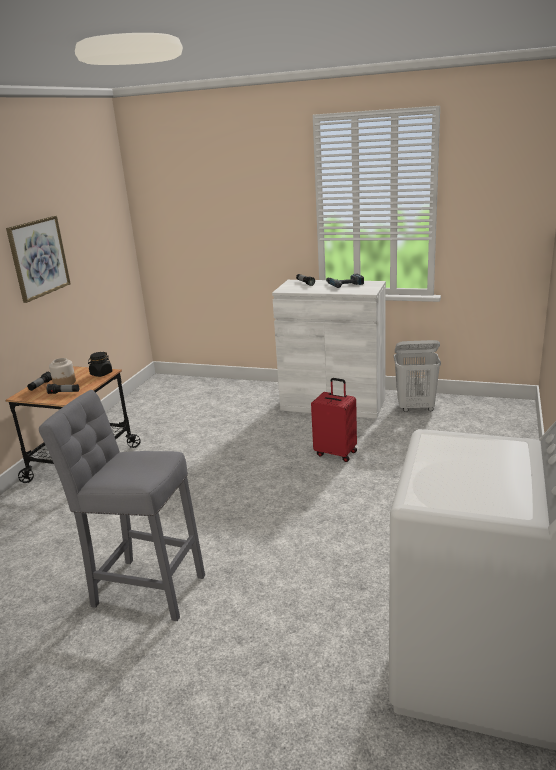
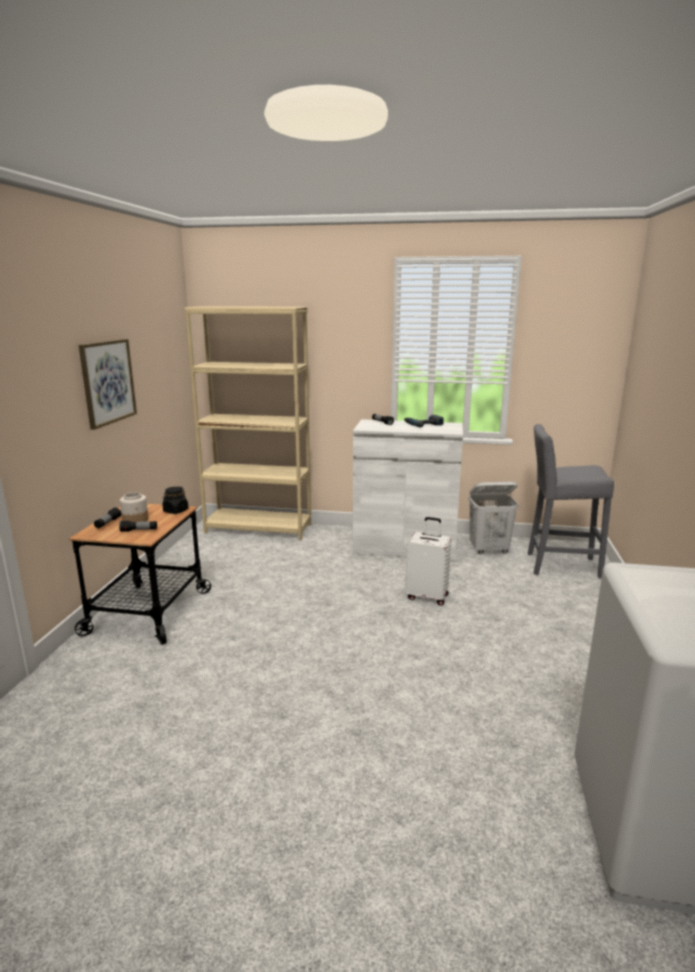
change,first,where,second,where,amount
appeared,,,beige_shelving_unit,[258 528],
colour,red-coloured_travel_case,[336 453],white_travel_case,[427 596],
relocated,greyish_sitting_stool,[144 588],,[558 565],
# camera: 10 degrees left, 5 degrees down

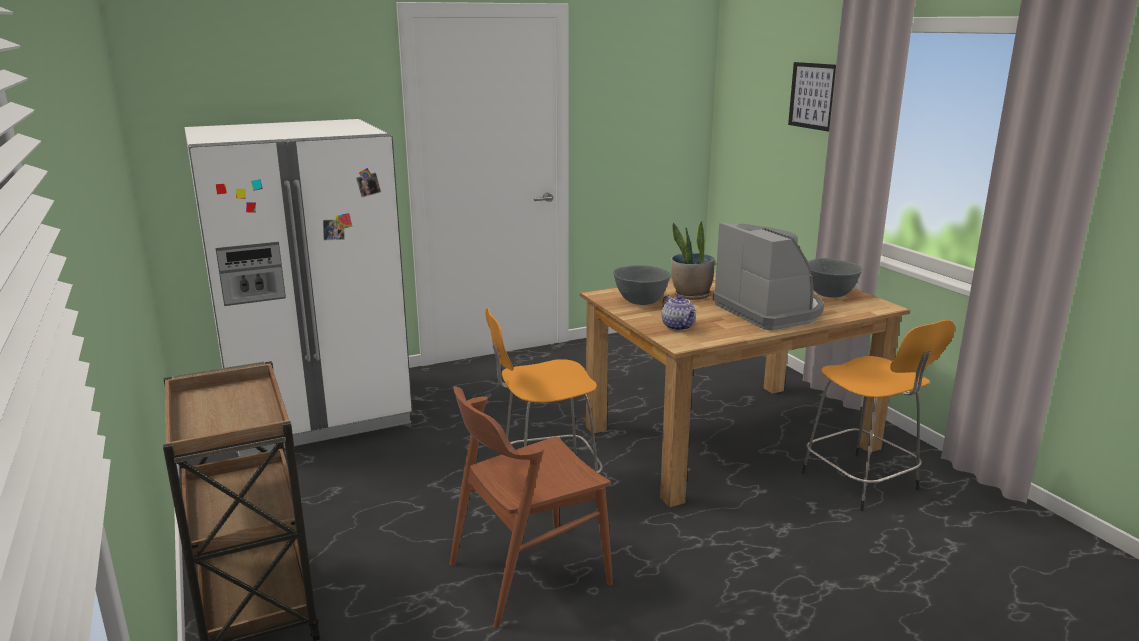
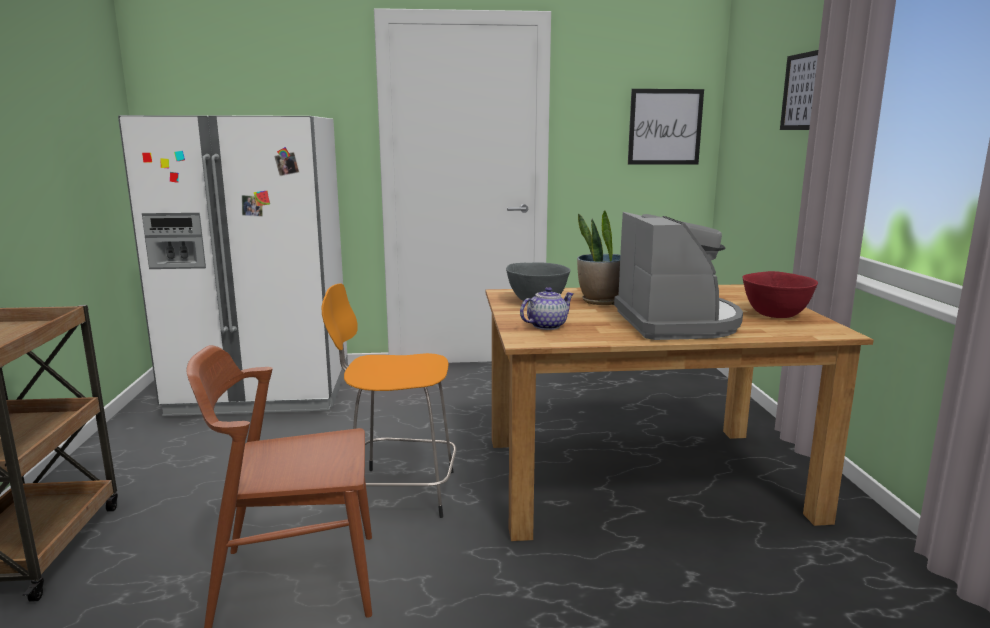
change,first,where,second,where,amount
spun,teapot,[679 327],,[546 326],120 degrees counterclockwise
appeared,,,wall_art,[665 127],
colour,greyish_bowl,[829 294],red-coloured_bowl,[775 314],
missing,orange_sitting_stool,[862 483],,,
# camera: 20 degrees right, 5 degrees down

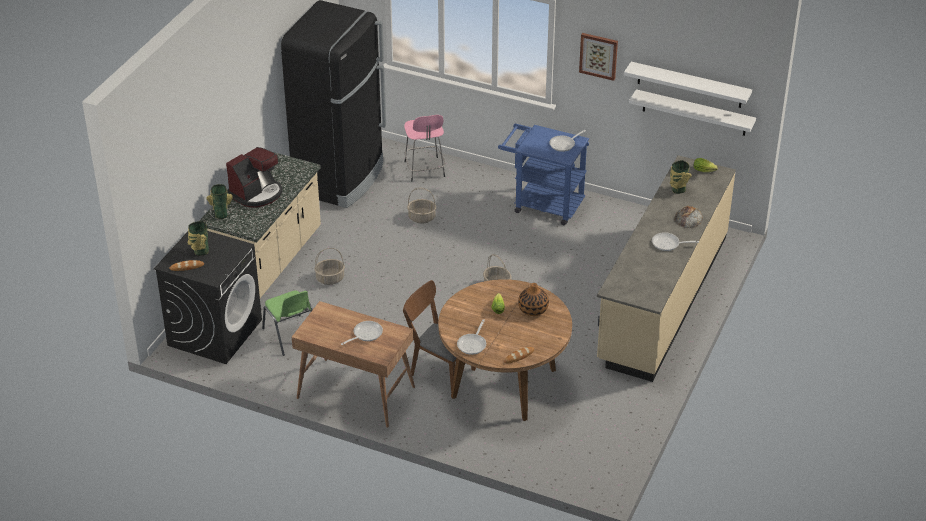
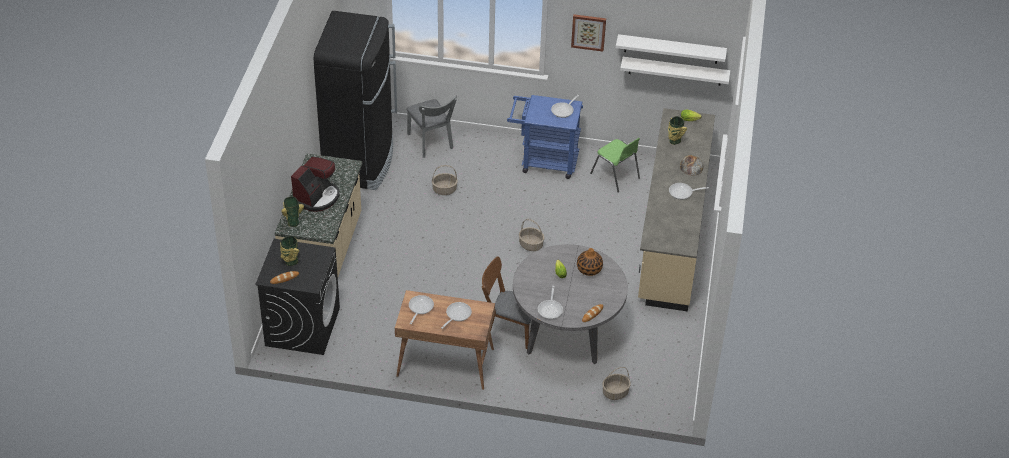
change,first,where,second,where,amount
exchanged,pinkish_sitting_stool,[425 170],greyish_plain_chair,[431 143],
appeared,,,frying_pan,[420 308],
colour,brown_dinner_table,[503 383],greyish_dinner_table,[566 333],
relocated,green_plain_chair,[291 336],,[615 176],
relocated,basket,[330 279],,[615 393],
# camera: 15 degrees left, 5 degrees up

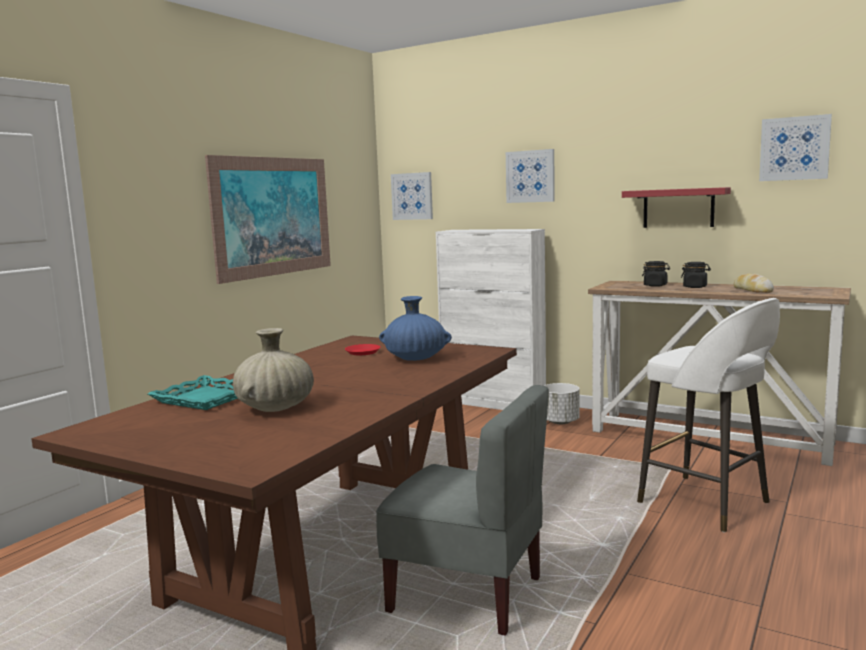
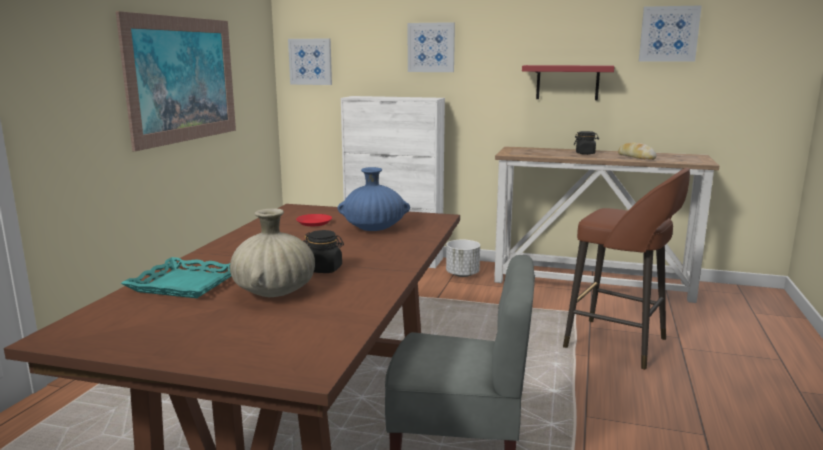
change,first,where,second,where,amount
relocated,blackish_preserve_jar,[655 285],,[323 269],
colour,white_sitting_stool,[706 504],brown_sitting_stool,[618 344],
# camera: 15 degrees left, 5 degrees up

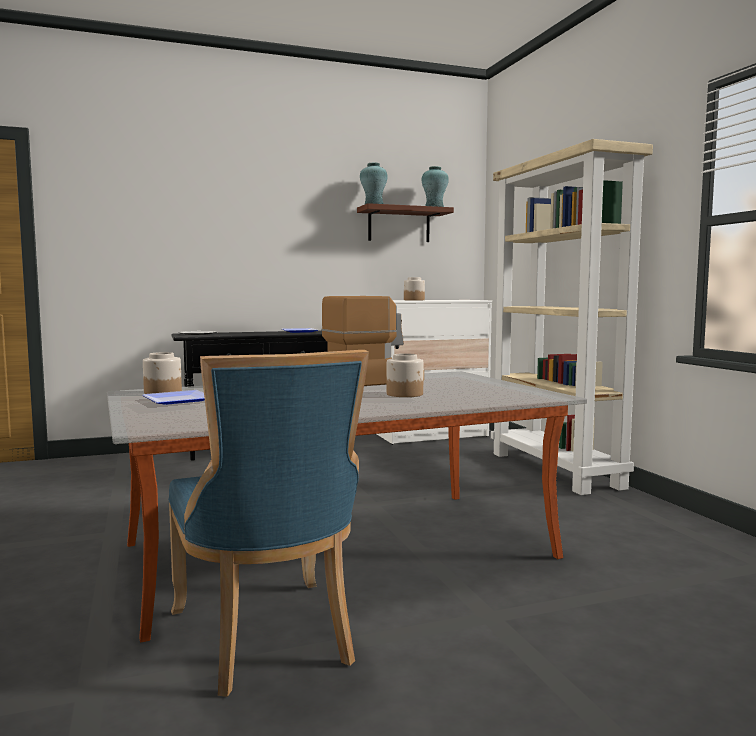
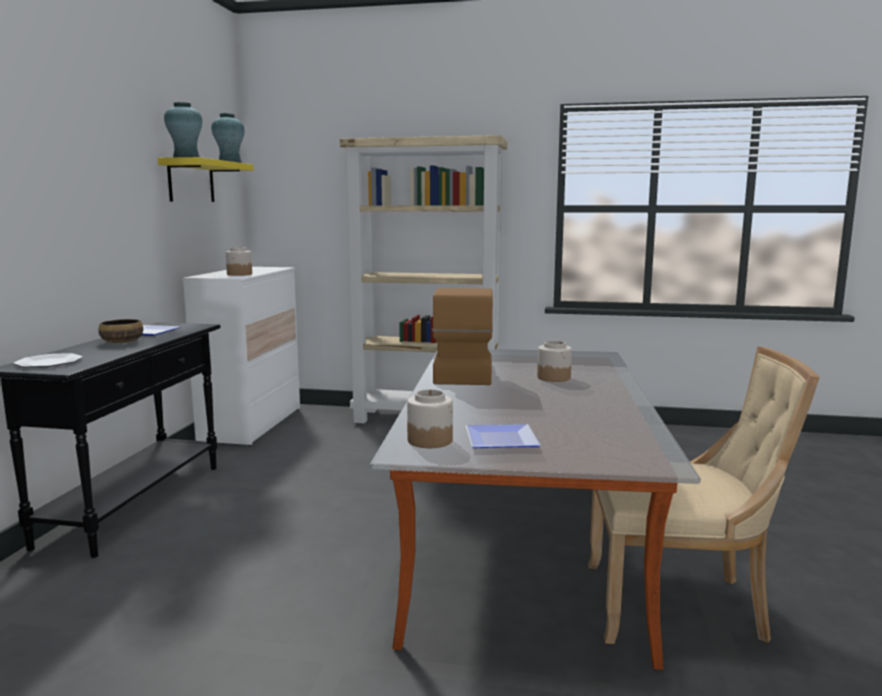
change,first,where,second,where,amount
appeared,,,bowl,[122 342],
colour,brown_bracket_shelf,[399 225],yellowish_bracket_shelf,[191 181],
colour,bluish_plain_chair,[267 638],beige_plain_chair,[680 605],
# camera: 60 degrees left, 5 degrees up

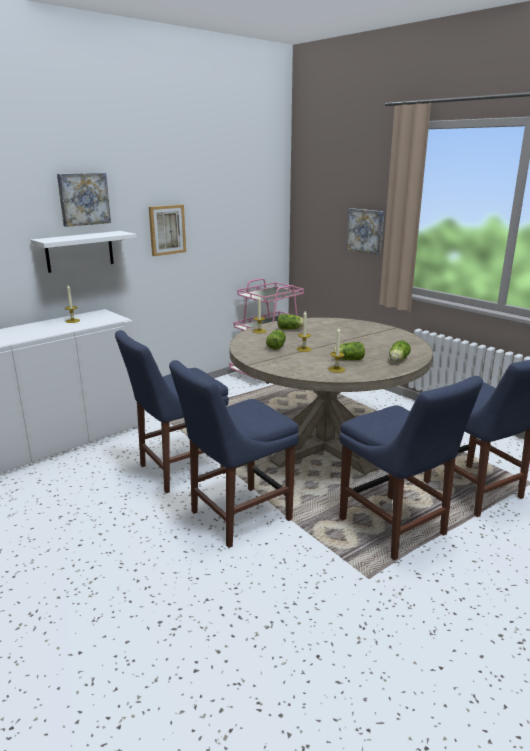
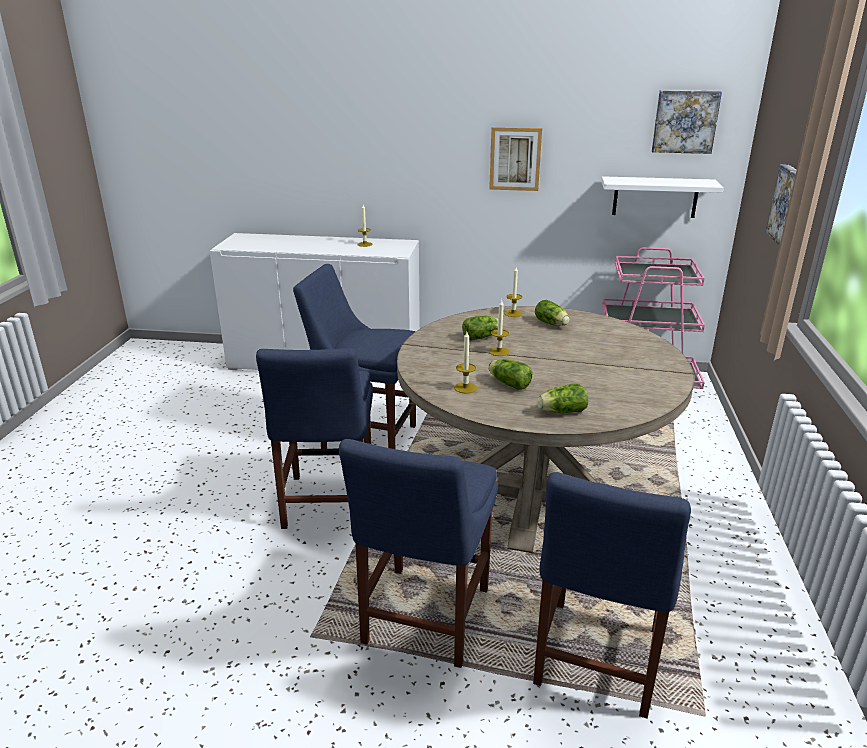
change,first,where,second,where,amount
spun,bluish_plain_chair,[236 517],,[327 504],105 degrees counterclockwise
relocated,white_bracket_shelf,[79 251],,[655 197],
relocated,wall_art,[83 199],,[685 121],
# camera: 50 degrees right, 5 degrees up

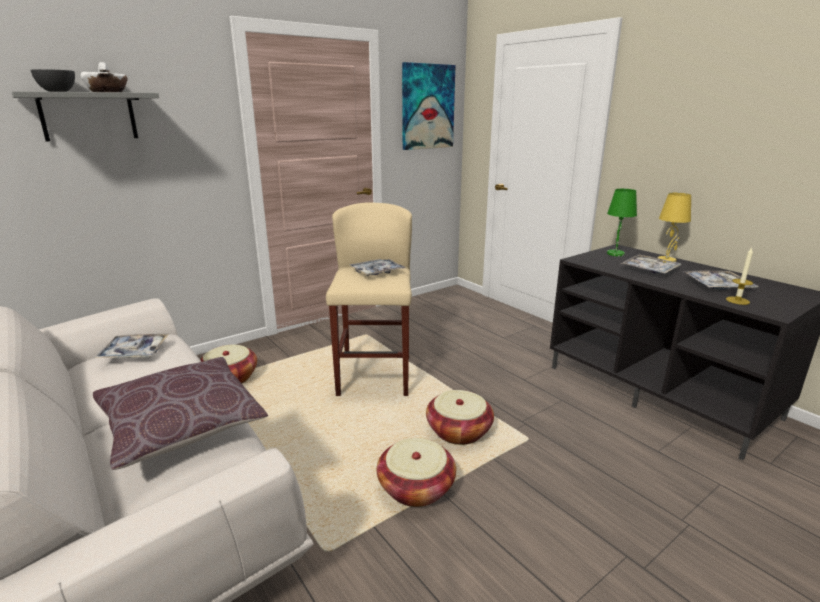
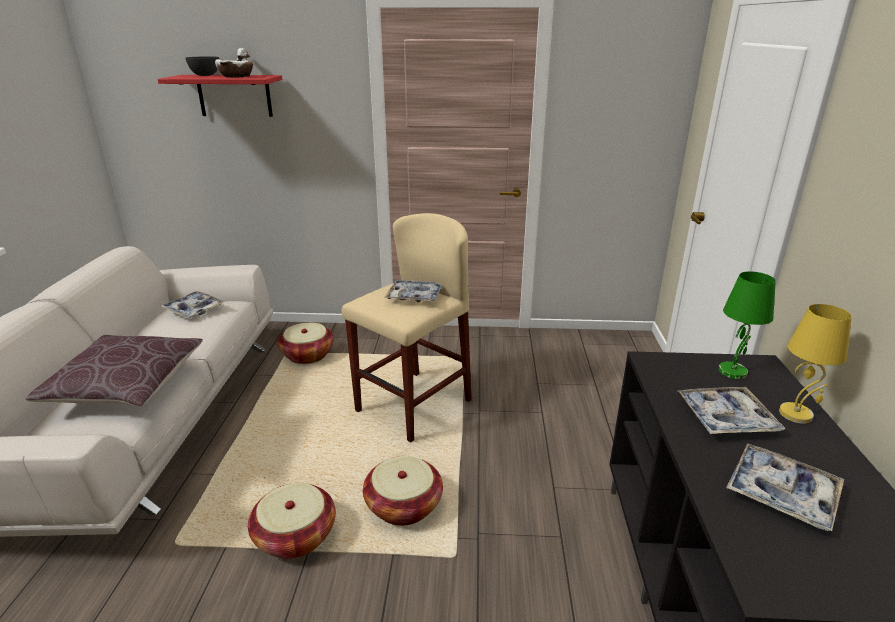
change,first,where,second,where,amount
colour,greyish_bracket_shelf,[88 116],red-coloured_bracket_shelf,[234 95],
missing,wall_art,[427 107],,,
missing,candle,[737 300],,,
# camera: 40 degrees right, 5 degrees up

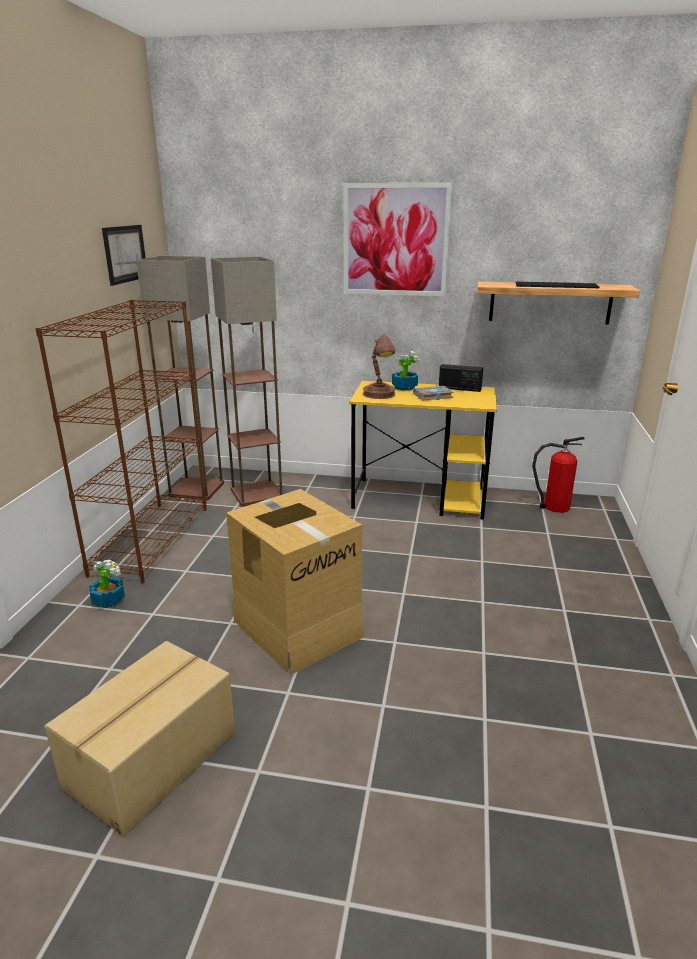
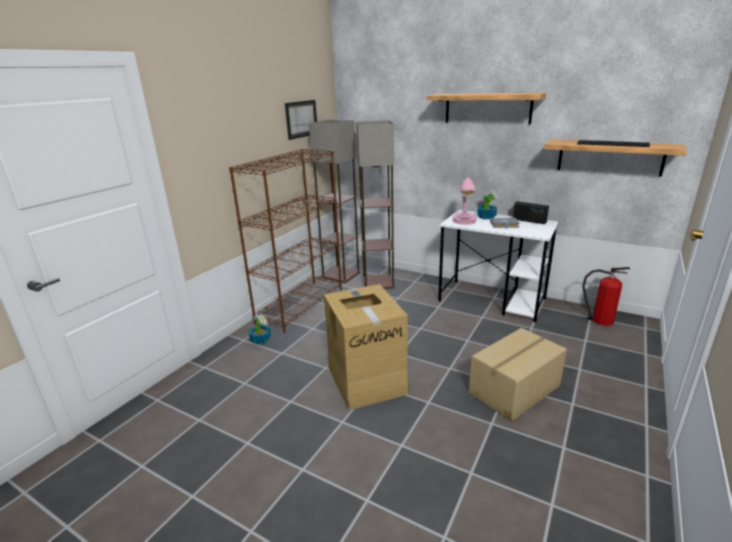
change,first,where,second,where,amount
exchanged,wall_art,[395 240],bracket_shelf,[487 108],
colour,yellowish_desk_table,[420 498],white_desk_table,[492 300],
colour,brown_tabletop_lamp,[380 395],pinkish_tabletop_lamp,[464 221],
relocated,packing_box,[154 759],,[515 389],
# camera: 20 degrees right, 0 degrees up

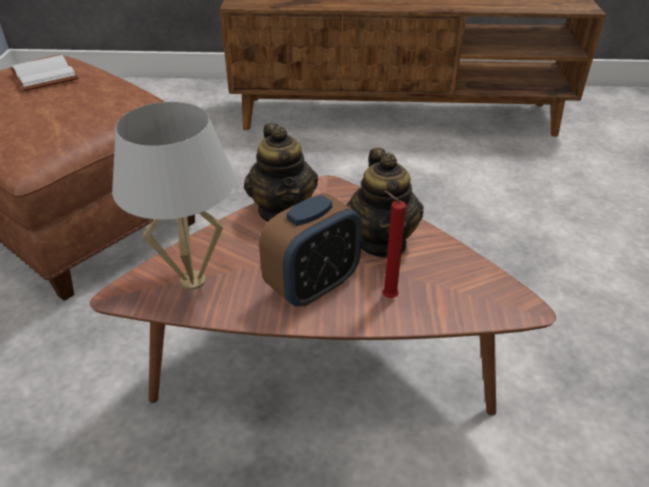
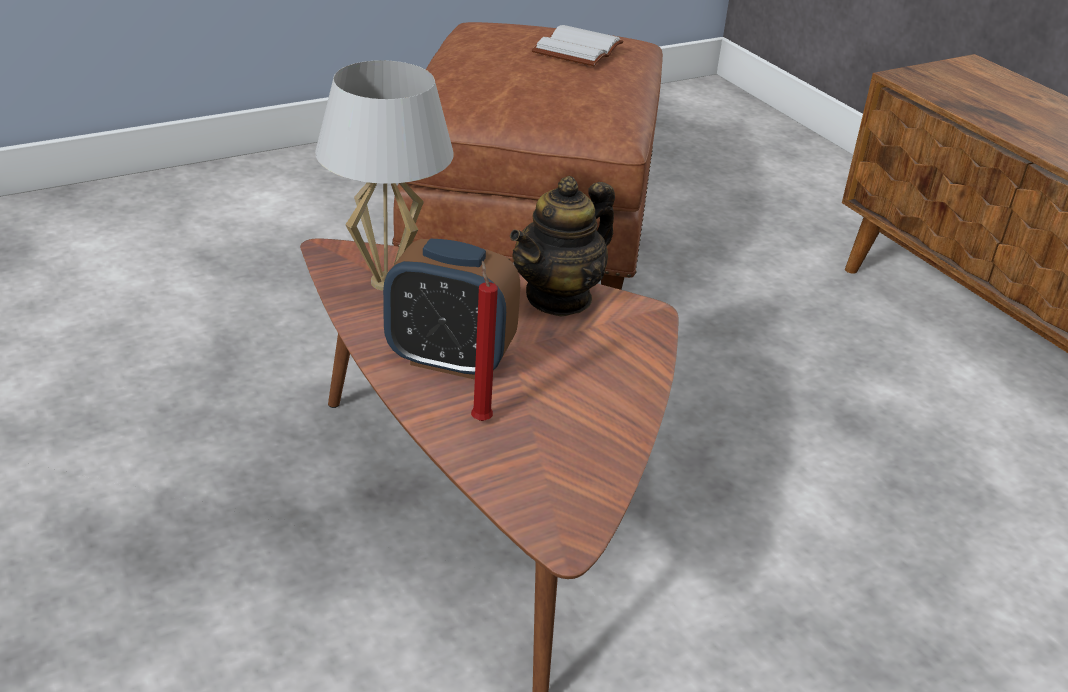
change,first,where,second,where,amount
missing,teapot,[382 242],,,
# camera: 55 degrees right, 5 degrees down

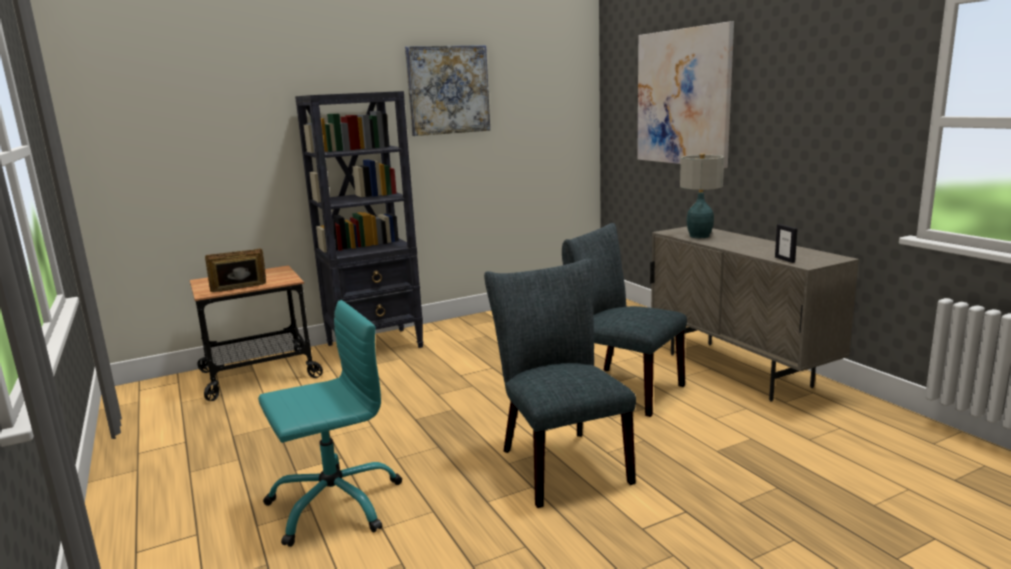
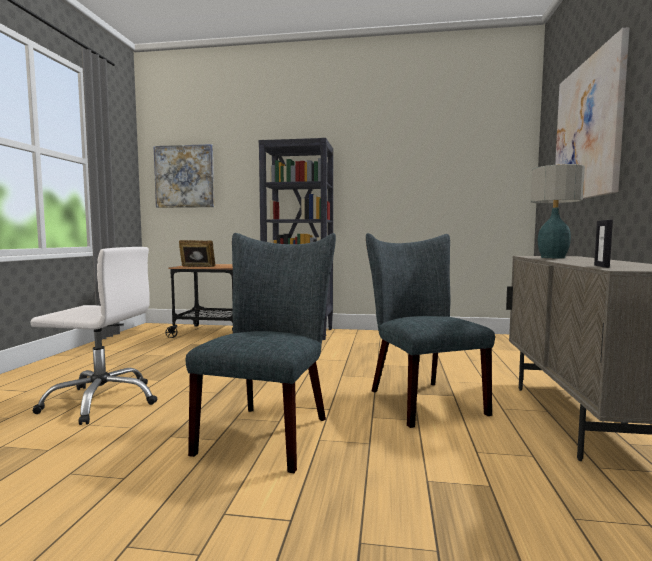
change,first,where,second,where,amount
colour,turquoise_office_chair,[334 503],white_office_chair,[102 401],
relocated,wall_art,[448 90],,[184 176],
# camera: 35 degrees right, 10 degrees down

